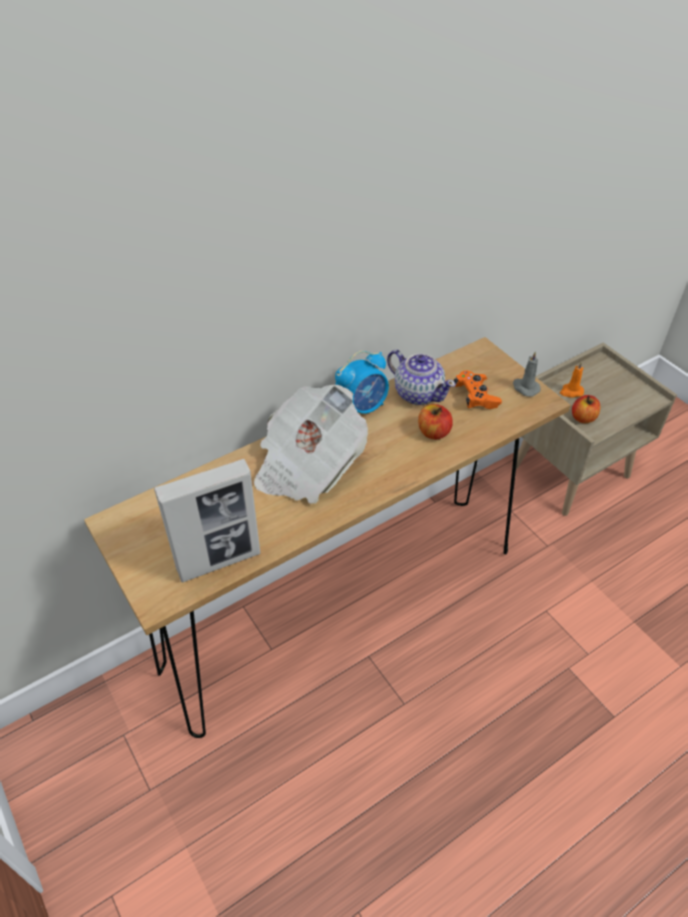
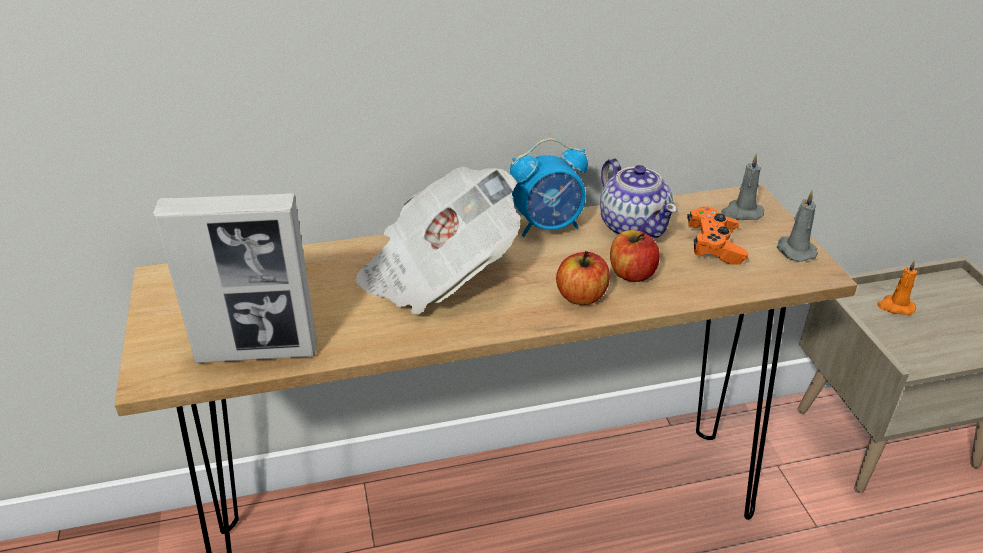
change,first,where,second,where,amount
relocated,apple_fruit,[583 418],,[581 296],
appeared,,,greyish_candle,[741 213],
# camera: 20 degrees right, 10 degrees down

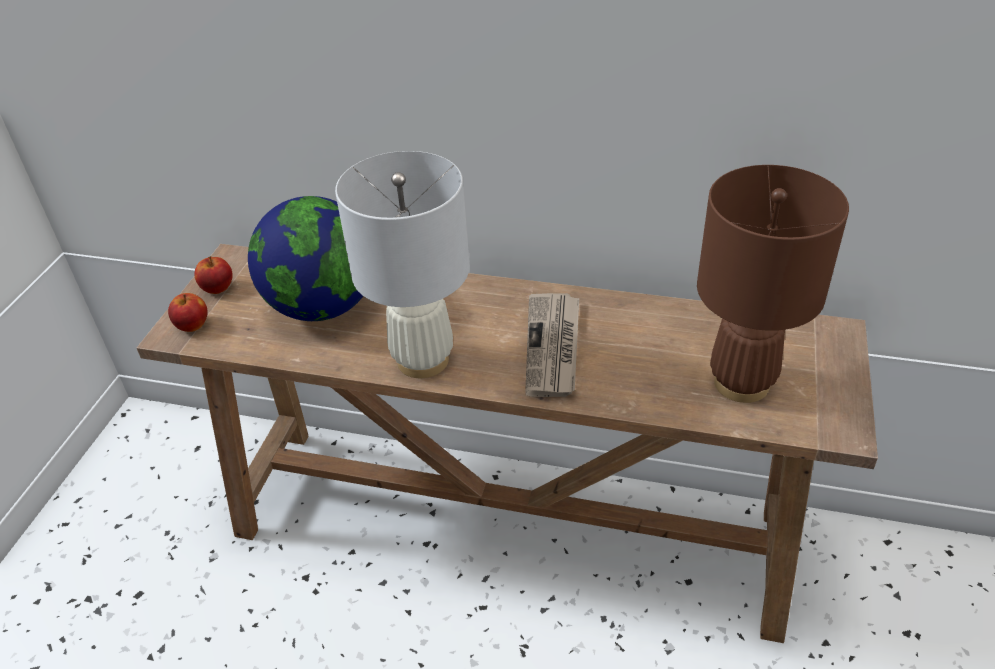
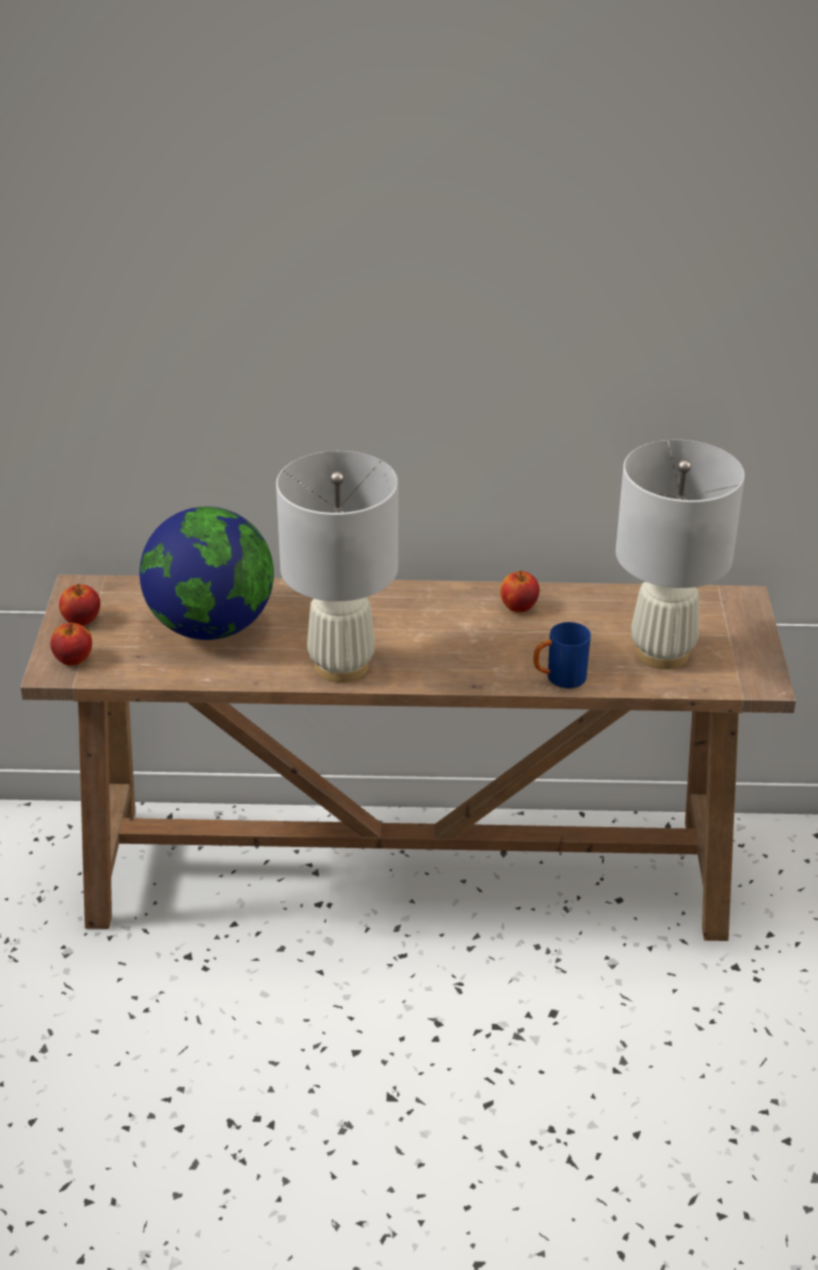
change,first,where,second,where,amount
appeared,,,apple_fruit,[518 607],
appeared,,,bluish_coffee_mug,[559 679],
colour,brown_tabletop_lamp,[741 383],white_tabletop_lamp,[662 653],
missing,printed_paper,[553 347],,,
# camera: 15 degrees left, 5 degrees down

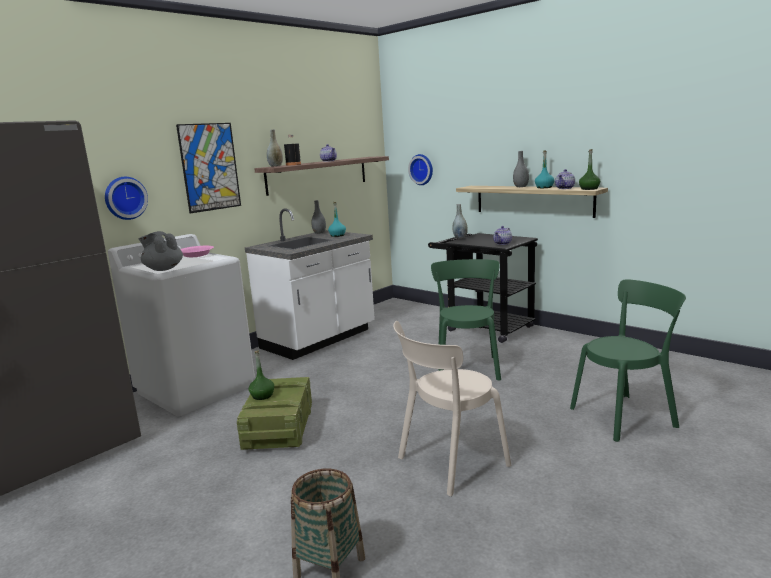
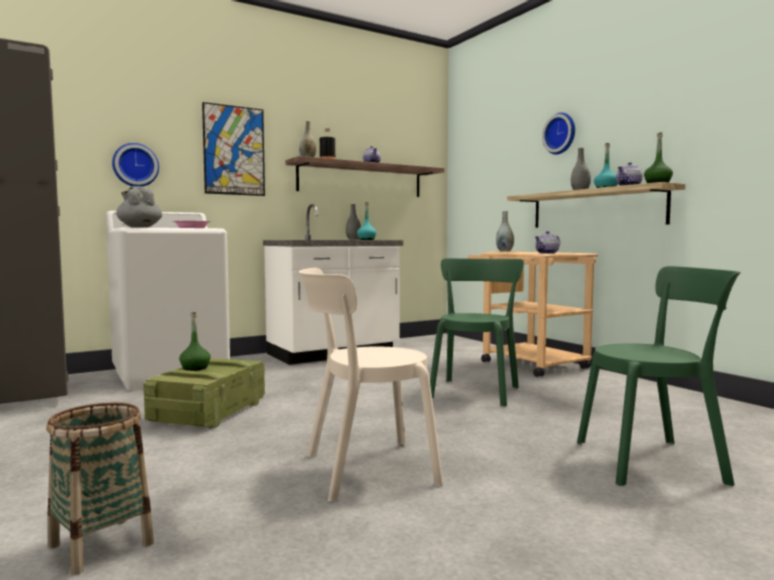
change,first,where,second,where,amount
colour,blackish_cart,[484 327],beige_cart,[526 363],
relocated,clock_on_the_wall,[422 169],,[561 134],
# camera: 15 degrees right, 10 degrees down

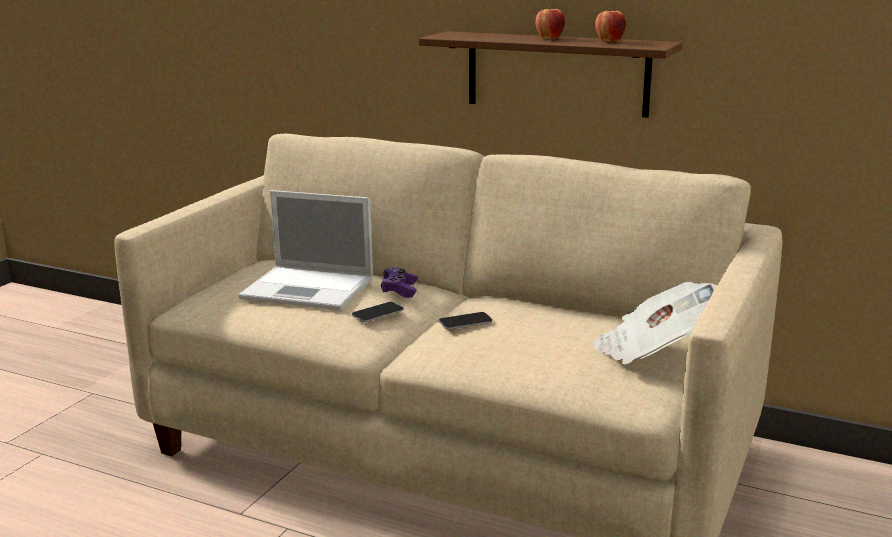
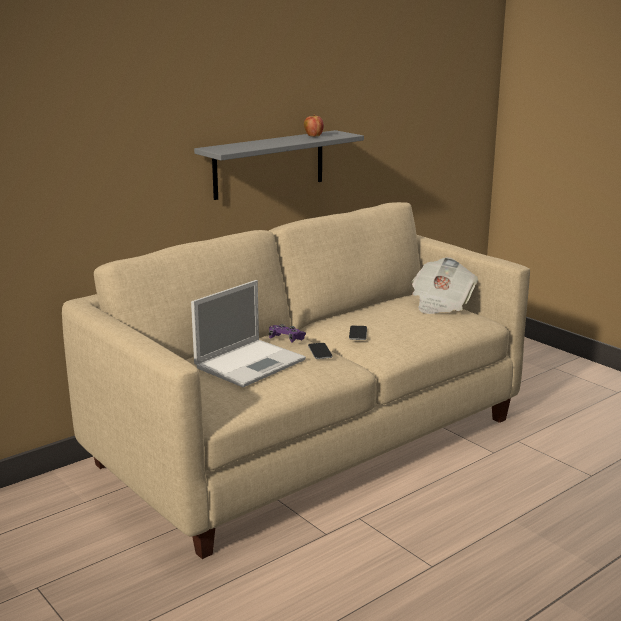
change,first,where,second,where,amount
colour,brown_bracket_shelf,[556 73],greyish_bracket_shelf,[269 164],
missing,apple_fruit,[549 38],,,
# camera: 65 degrees left, 0 degrees up

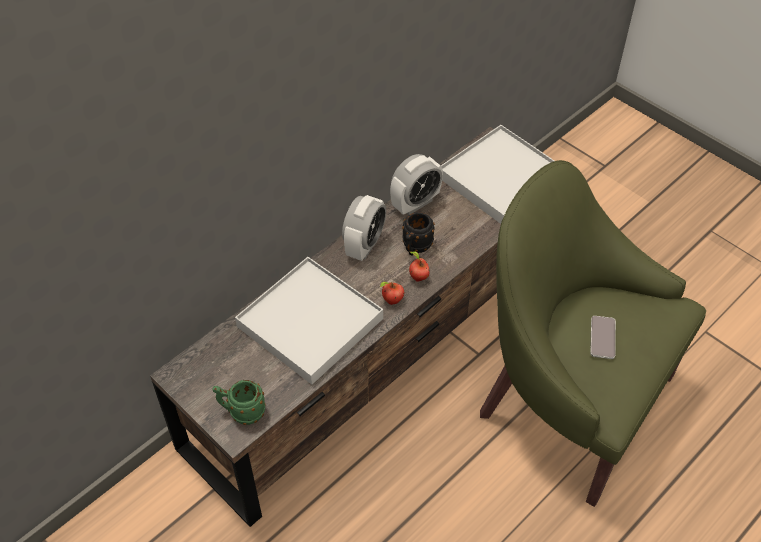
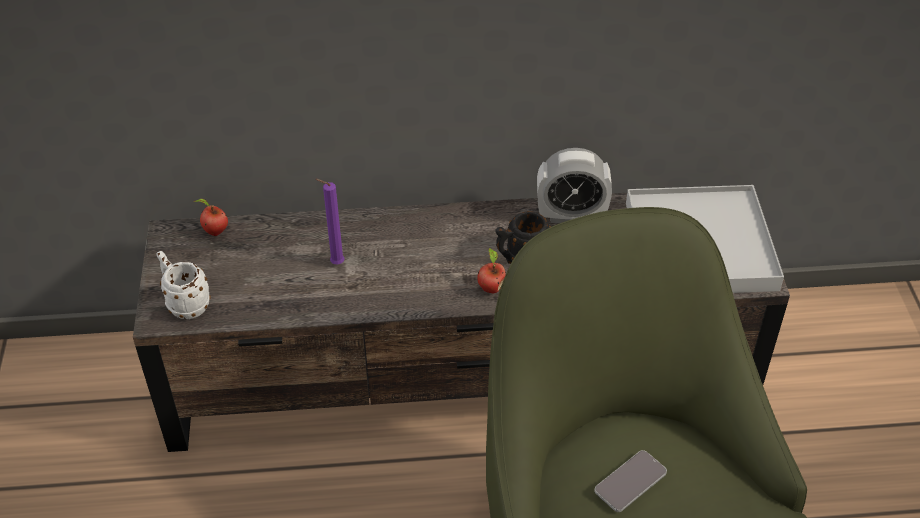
change,first,where,second,where,amount
colour,green_coffee_mug,[242 412],white_coffee_mug,[185 303],
relocated,apple_fruit,[392 301],,[214 232],
exchanged,white_tray,[309 322],purple_candle,[335 263],
missing,alarm_clock,[364 245],,,
# camera: 40 degrees right, 5 degrees down

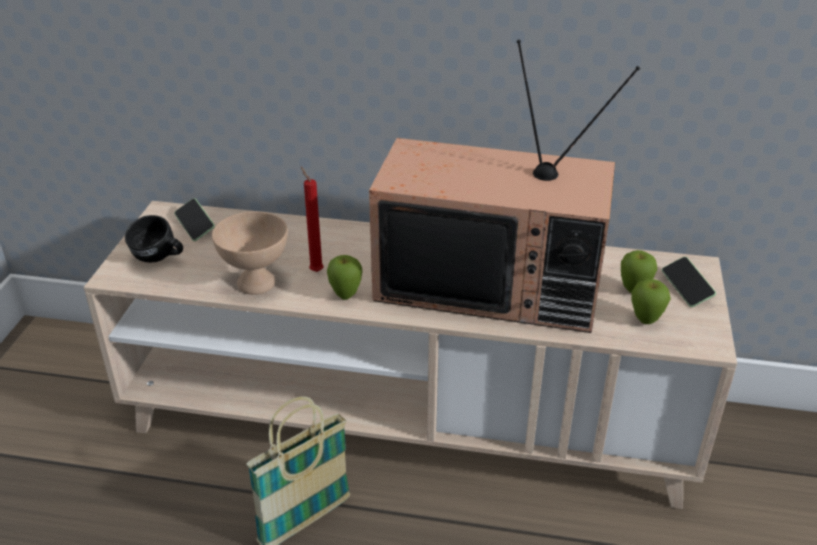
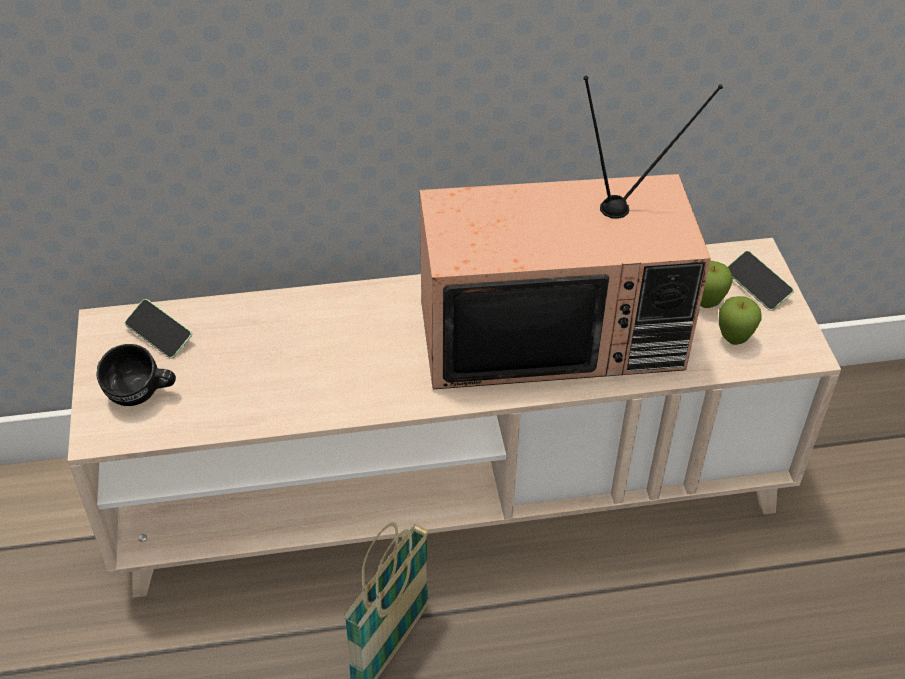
change,first,where,second,where,amount
missing,beige_bowl,[257 282],,,
missing,red-coloured_candle,[315 270],,,
missing,apple_fruit,[346 296],,,
# camera: 20 degrees left, 10 degrees up

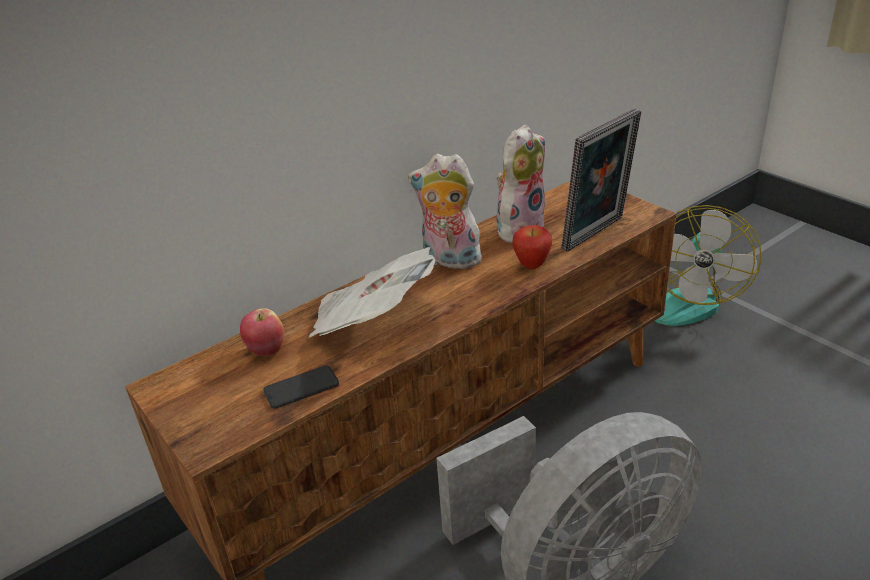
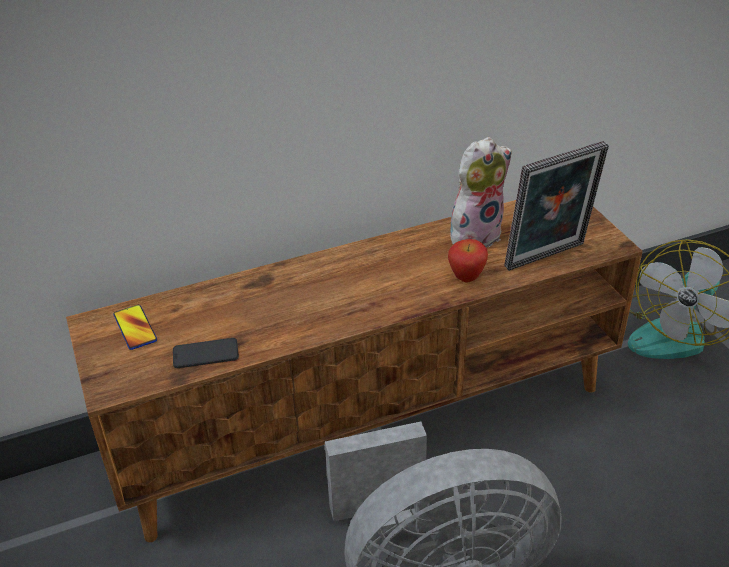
change,first,where,second,where,amount
appeared,,,handset,[135 328],
missing,apple_fruit,[266 350],,,
missing,printed_paper,[372 321],,,
missing,cuddly_toy,[449 260],,,
# camera: 15 degrees right, 5 degrees up

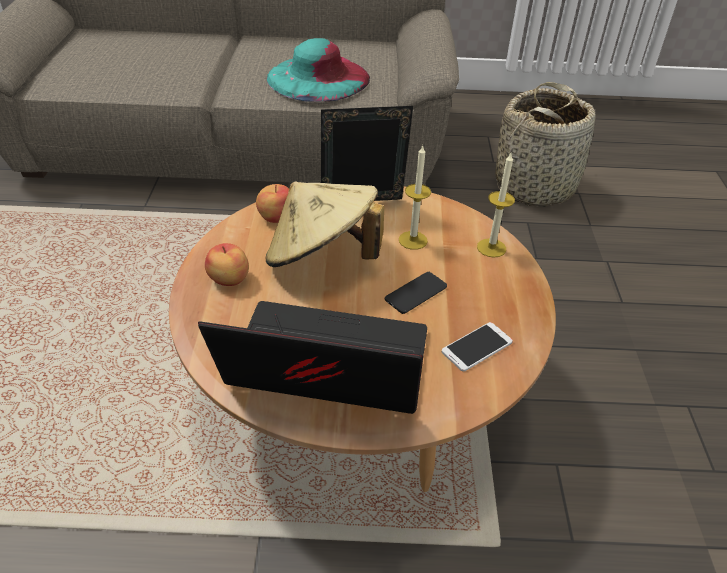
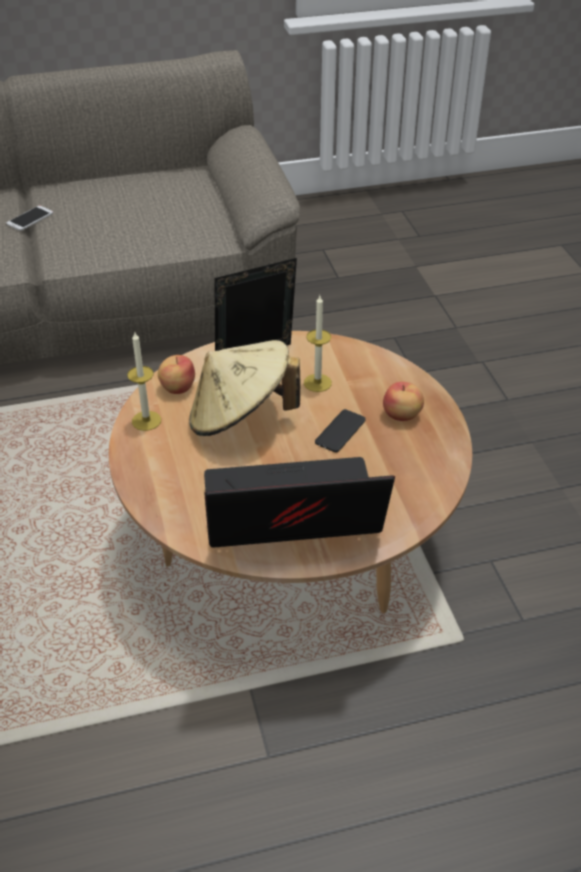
change,first,where,second,where,amount
relocated,handset,[477 347],,[30 218],
relocated,candle,[491 248],,[146 420],
relocated,apple_fruit,[229 280],,[402 415],
missing,turquoise_clothing_hat,[318 77],,,
missing,basket,[535 186],,,
# camera: 15 degrees left, 0 degrees up

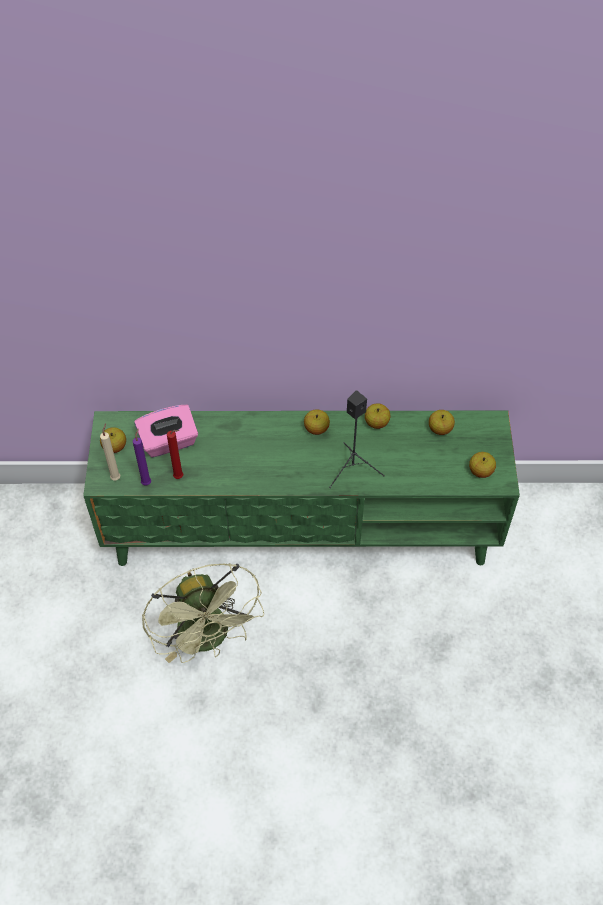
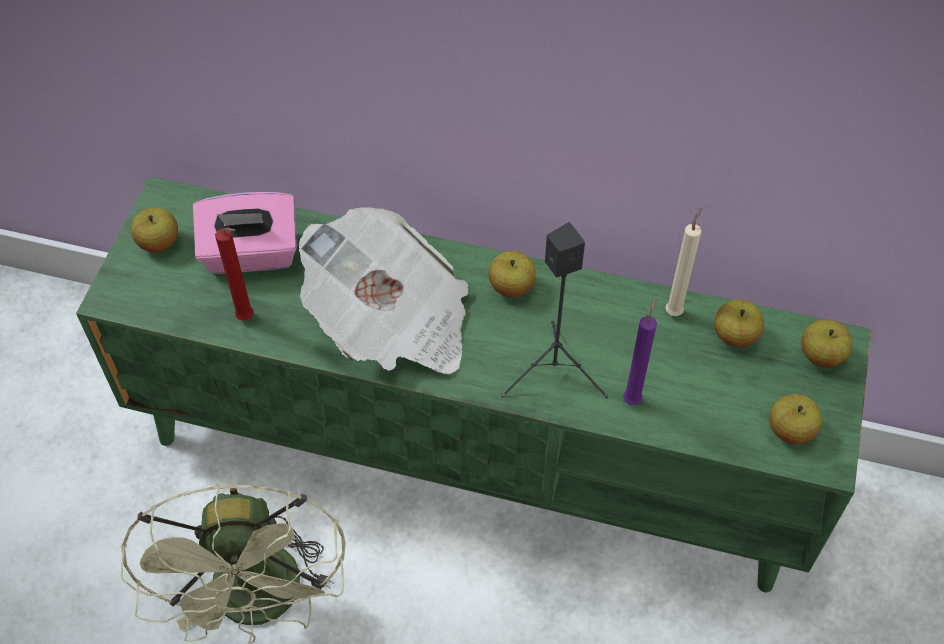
change,first,where,second,where,amount
appeared,,,printed_paper,[391 321],
relocated,purple_candle,[147 482],,[633 398],
relocated,beige_candle,[116 477],,[675 310],
relocated,apple_fruit,[376 423],,[821 355],
# camera: 15 degrees right, 0 degrees up

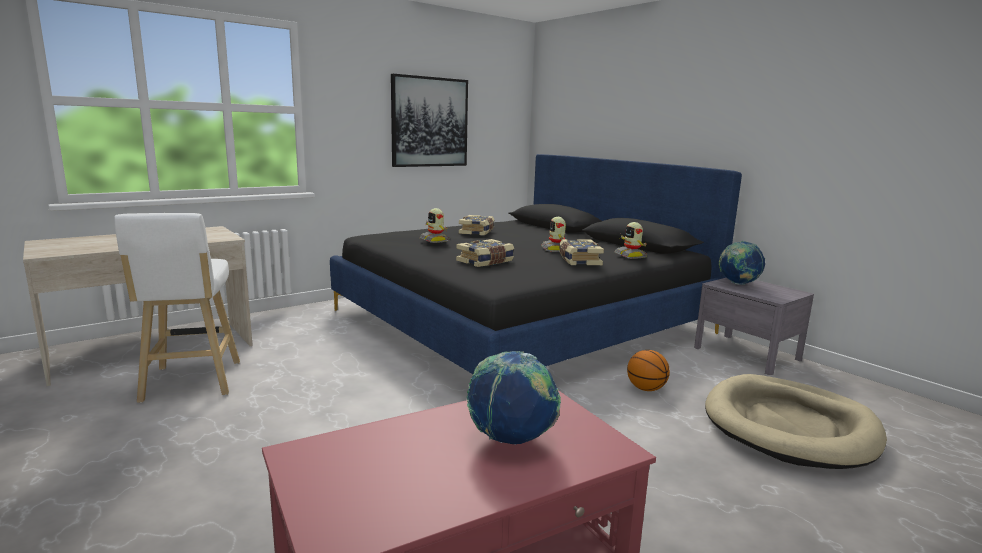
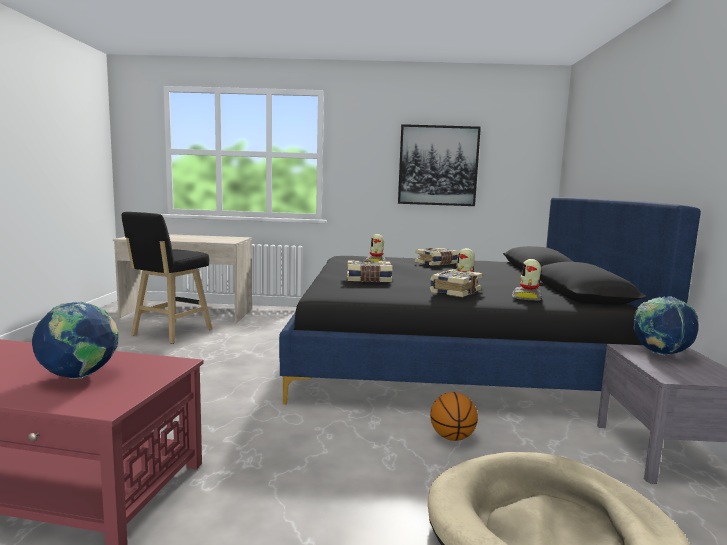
change,first,where,second,where,amount
colour,white_sitting_stool,[191 383],blackish_sitting_stool,[169 333],
# camera: 40 degrees right, 5 degrees down

